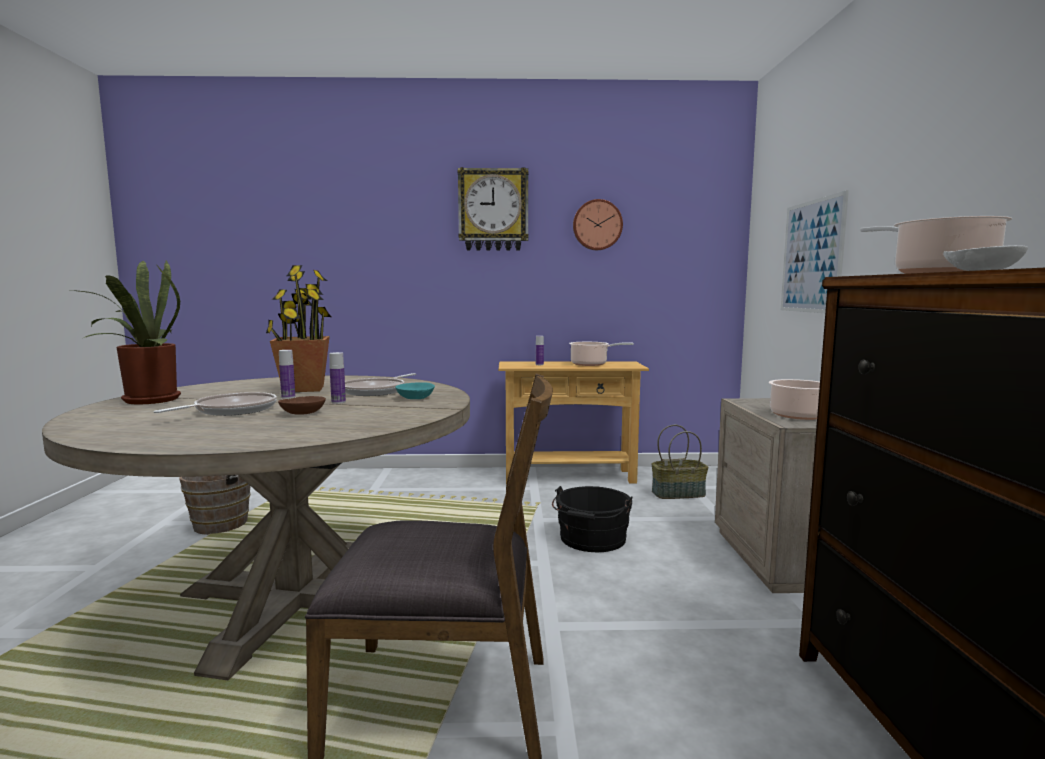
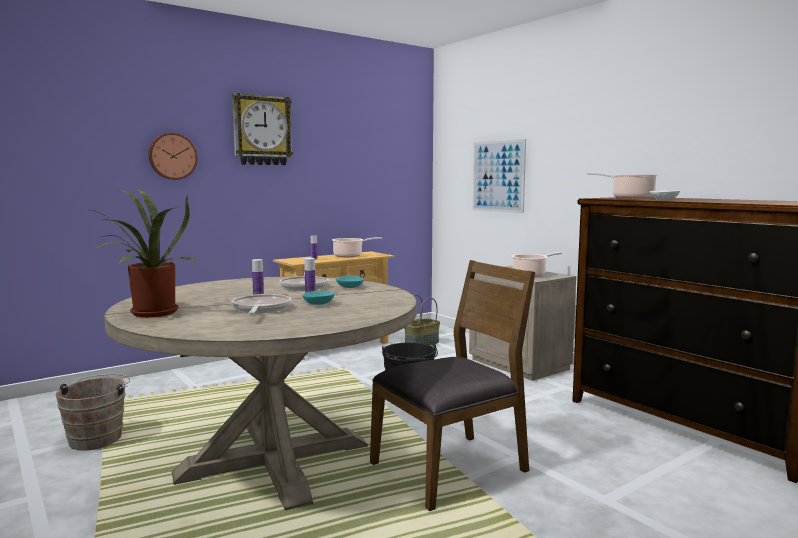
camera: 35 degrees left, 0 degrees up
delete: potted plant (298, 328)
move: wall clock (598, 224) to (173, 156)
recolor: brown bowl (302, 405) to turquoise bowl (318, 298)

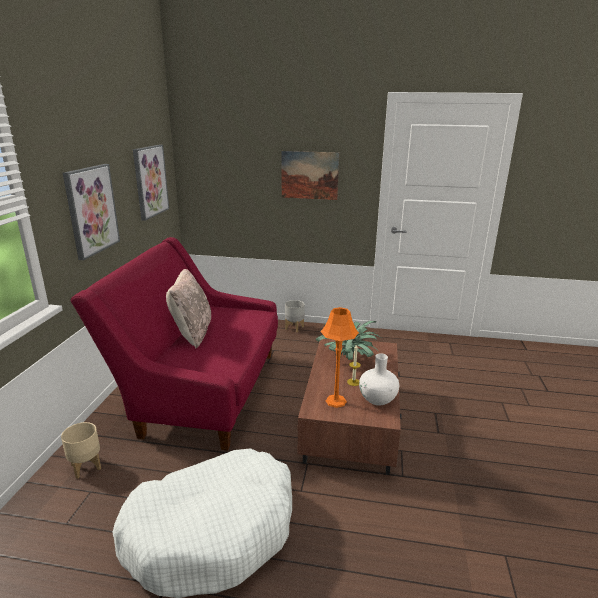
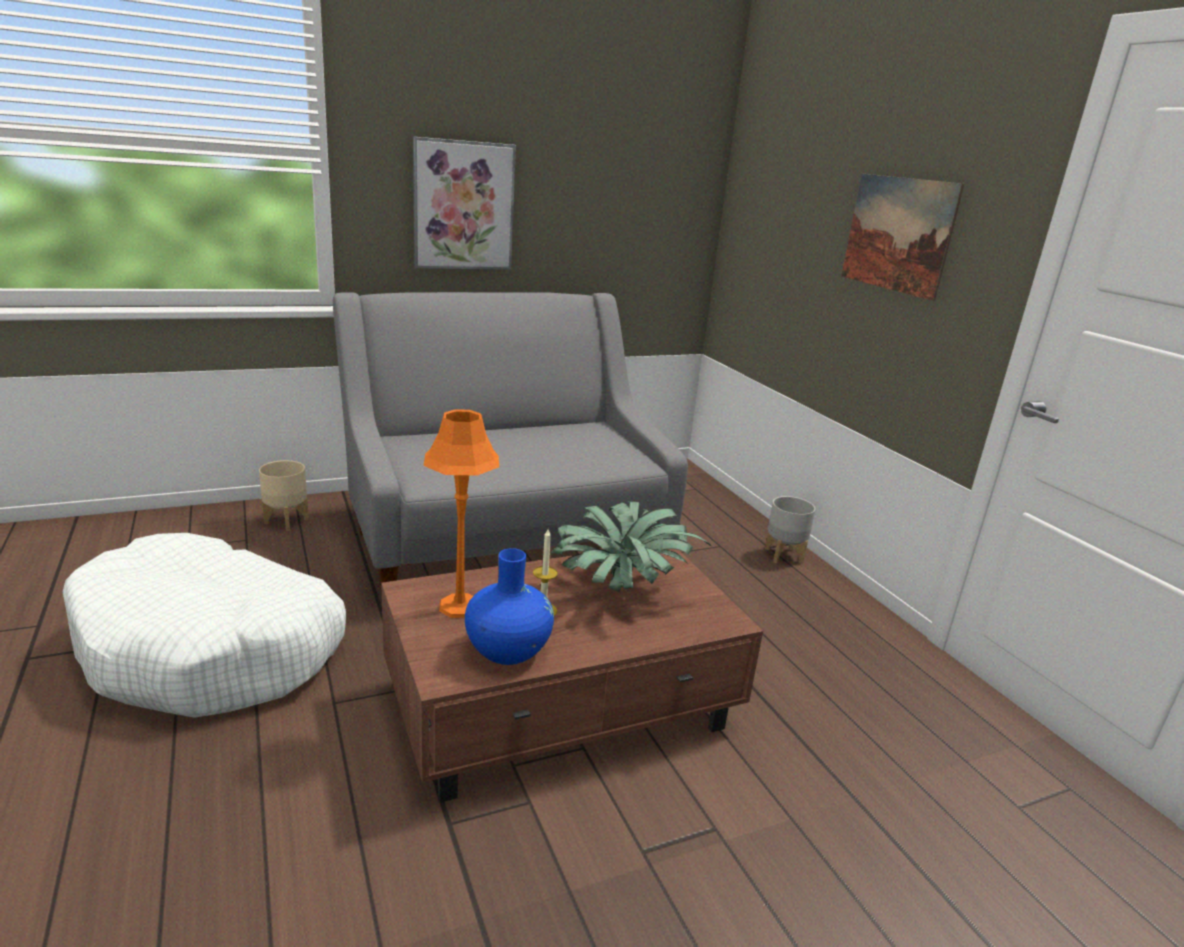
camera: 55 degrees right, 0 degrees up
delete: picture (151, 183); beige pillow (188, 309)
recolor: red sofa (174, 344) to grey sofa (510, 444); white vase (379, 379) to blue vase (509, 606)

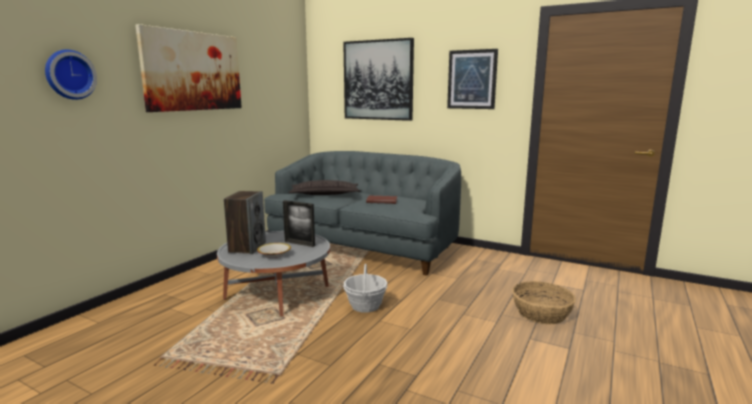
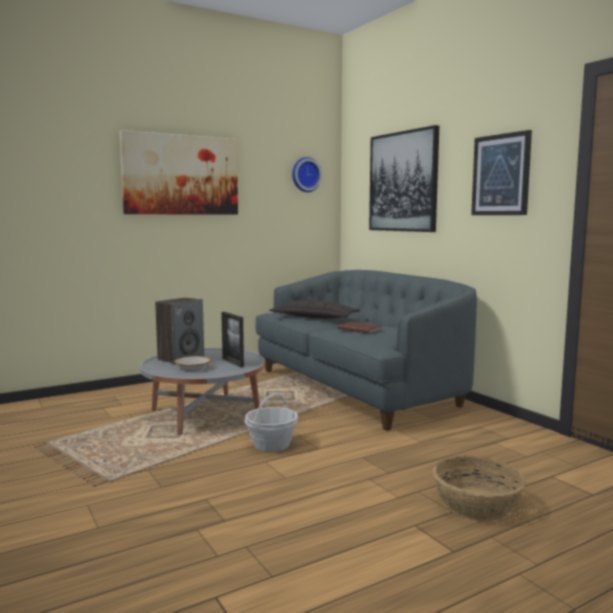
camera: 30 degrees right, 5 degrees down
move: wall clock (71, 74) to (307, 174)

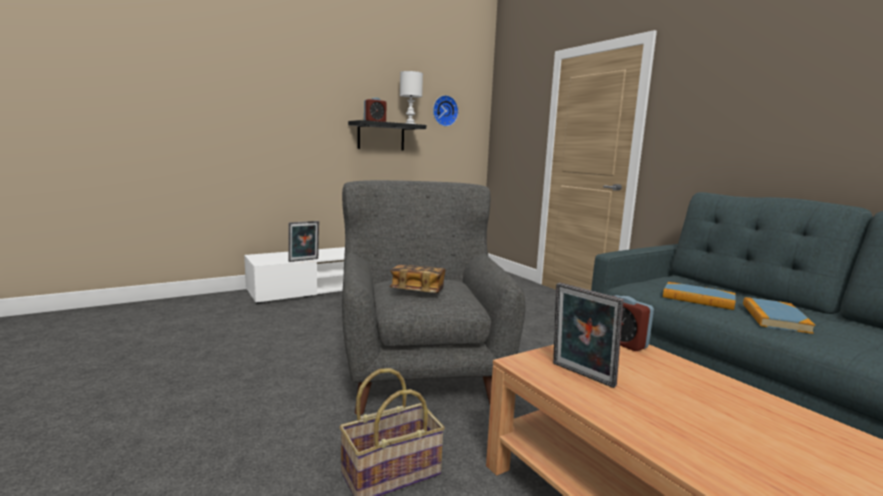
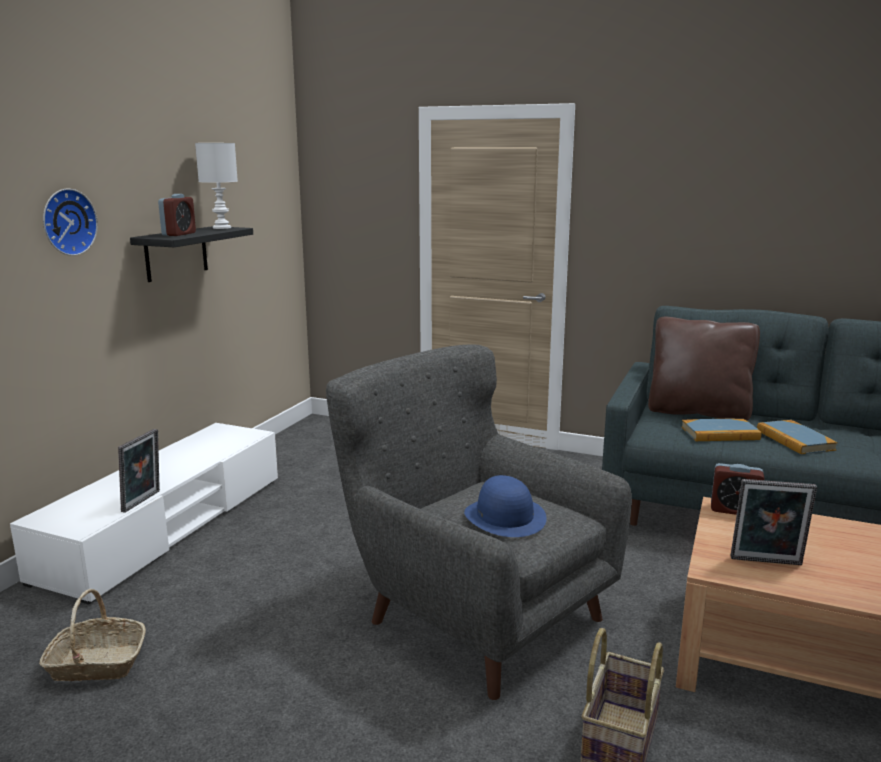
camera: 35 degrees left, 5 degrees up
insert: brown pillow (704, 369); basket (92, 635)
move: wall clock (446, 110) to (70, 222)
replace: book (417, 279) to blue hat (505, 506)

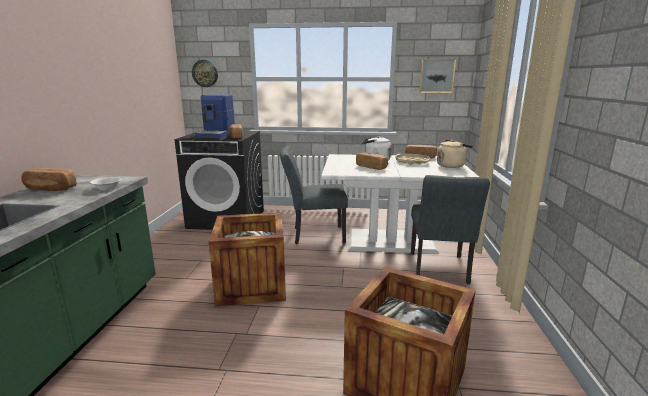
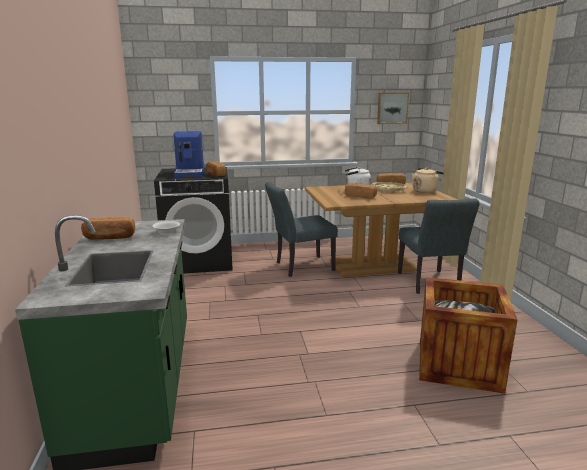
camera: 15 degrees left, 0 degrees up
delete: wall clock (205, 73); crate (247, 259)
recolor: white dining table (400, 204) to brown dining table (381, 230)

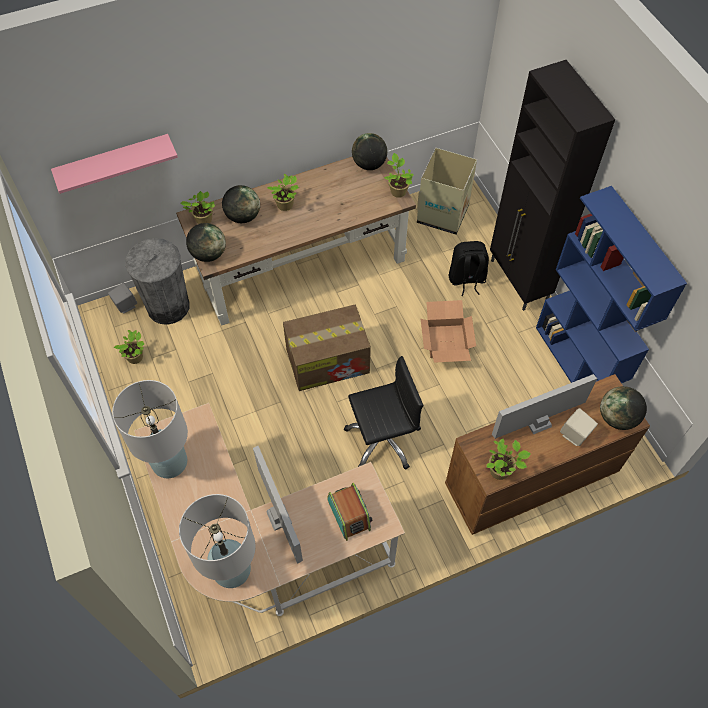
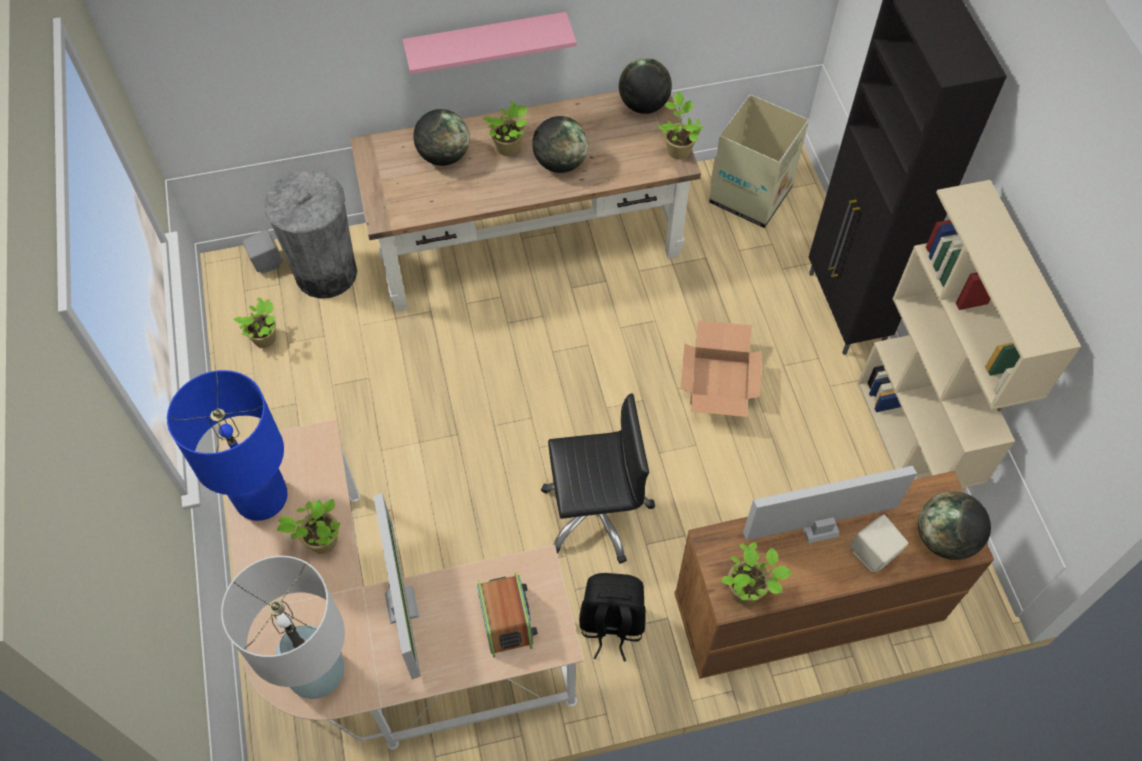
camera: 10 degrees right, 0 degrees up
delete: cardboard box (327, 348)
move: pink shelf (114, 164) to (490, 43); potted plant (198, 207) to (308, 526); globe (206, 242) to (560, 144); black backpack (469, 268) to (612, 617)
recolor: blue bookcase (611, 284) to beige bookcase (969, 334); white table lamp (150, 429) to blue table lamp (227, 445)

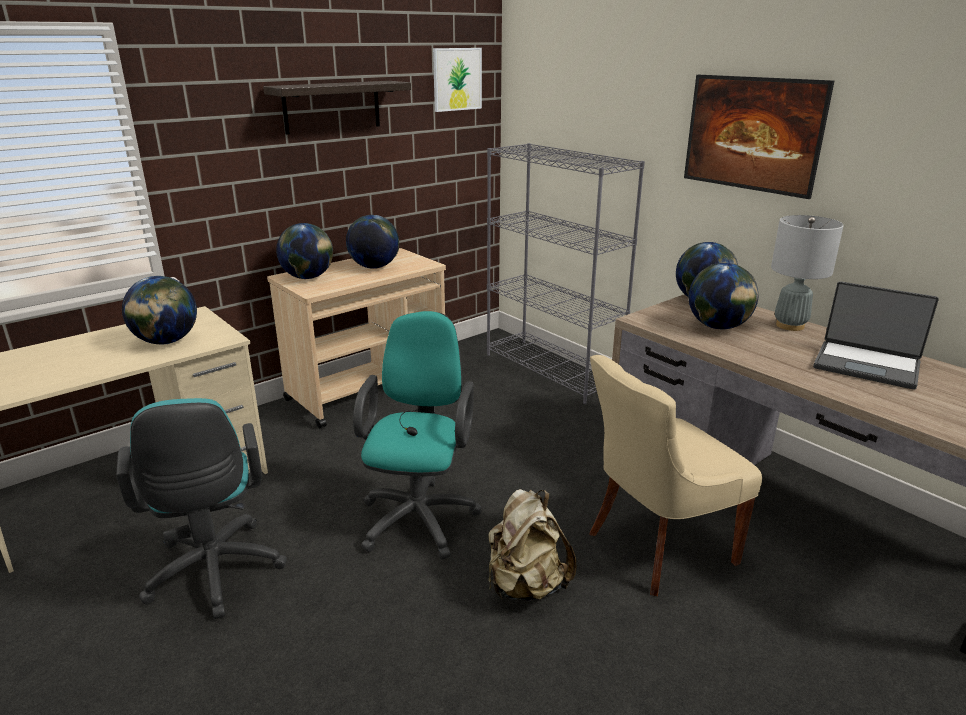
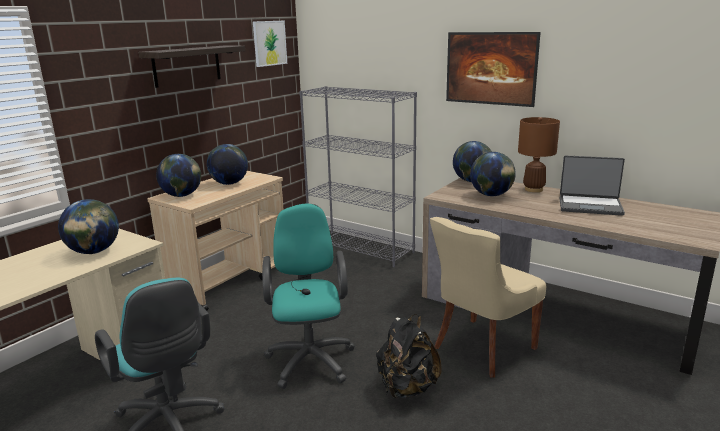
camera: 15 degrees left, 5 degrees down
recolor: grey table lamp (807, 273) to brown table lamp (539, 154); beige backpack (532, 545) to black backpack (408, 356)

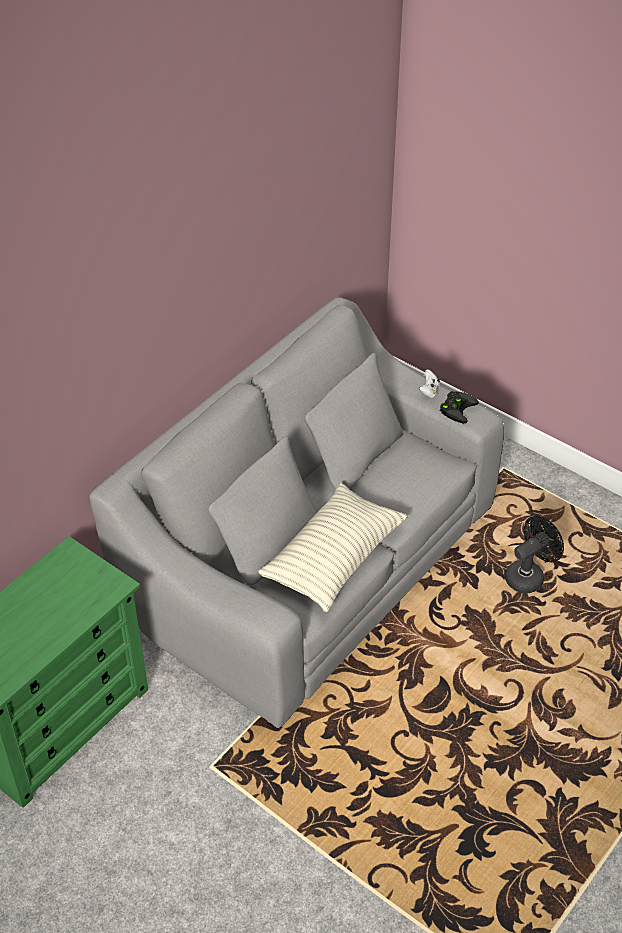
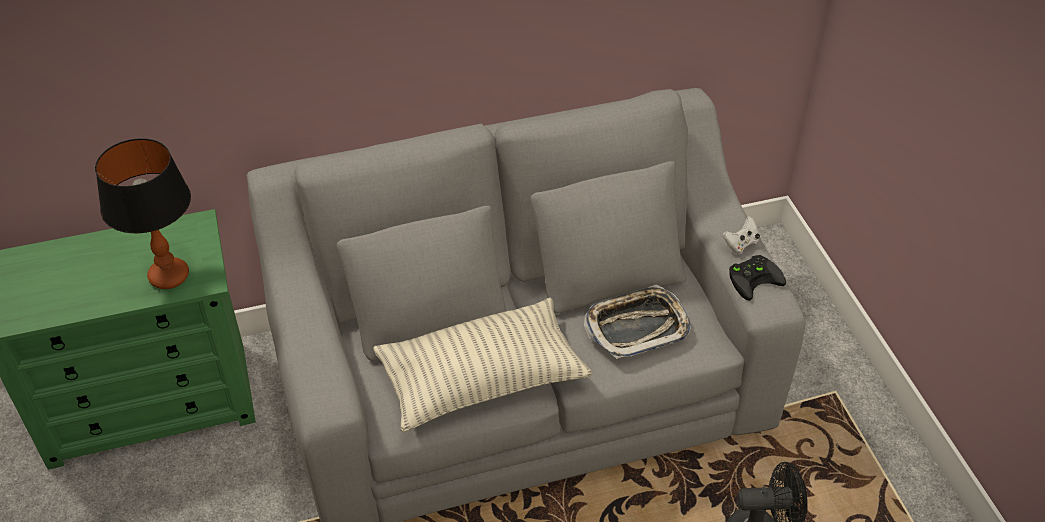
camera: 35 degrees right, 0 degrees up
insert: table lamp (143, 213); tray (638, 321)

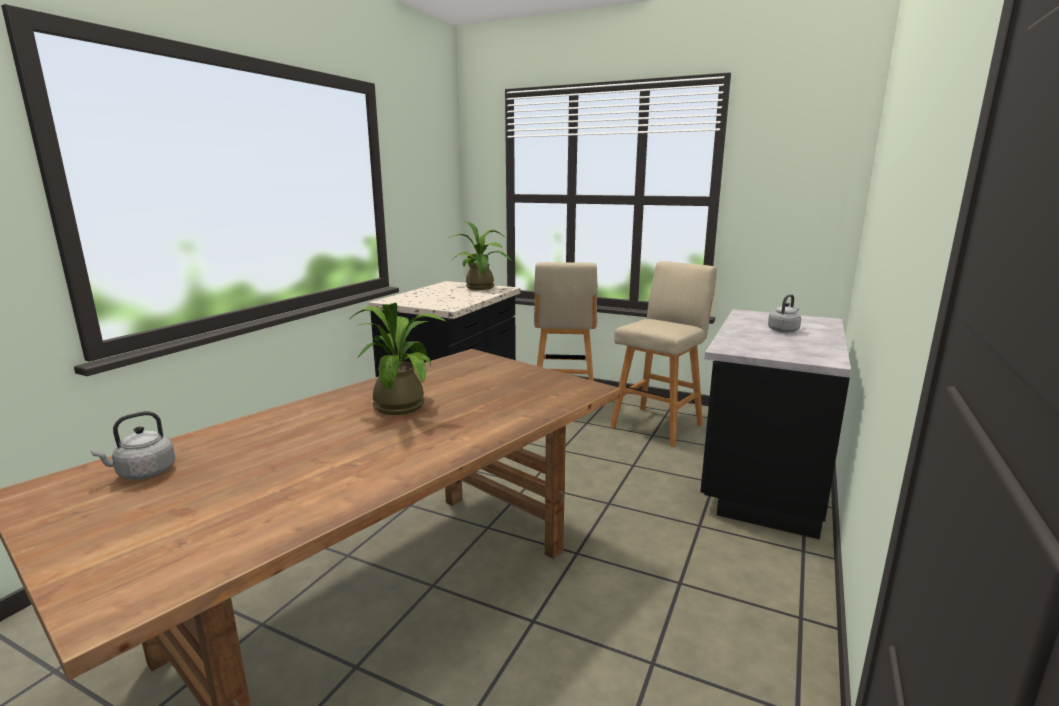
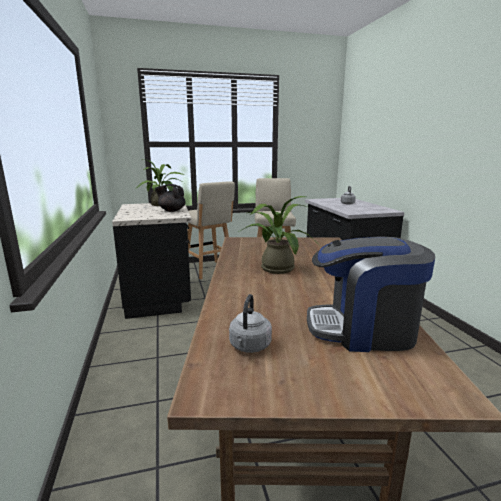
camera: 40 degrees left, 0 degrees up
insert: black teapot (170, 198); coffee machine (371, 294)

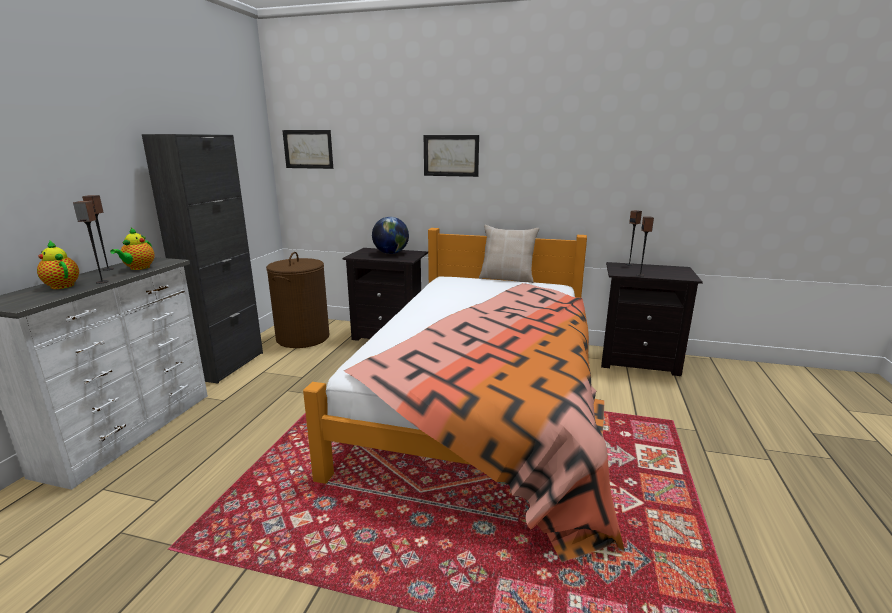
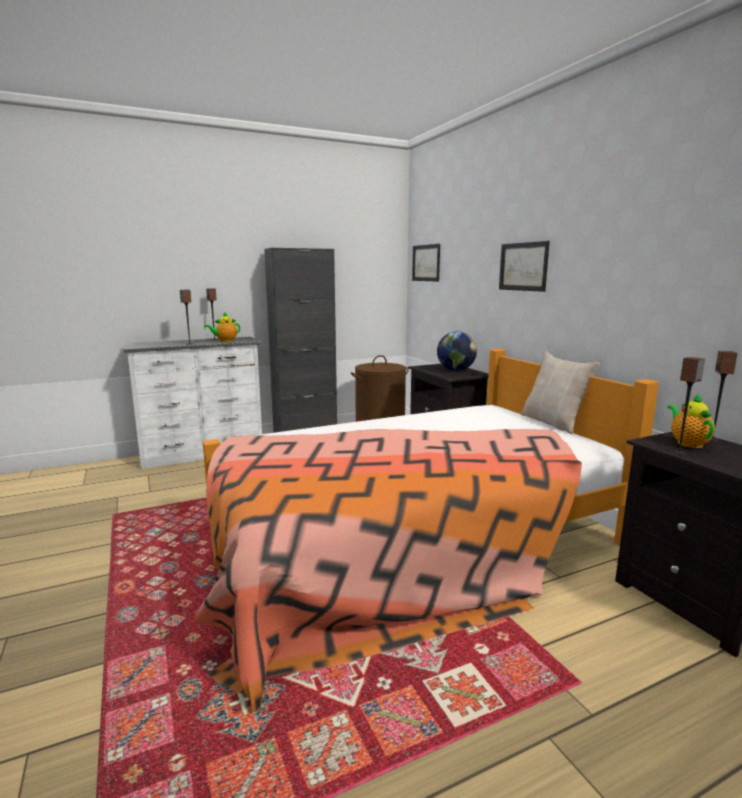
camera: 50 degrees right, 5 degrees down
move: teapot (58, 265) to (691, 421)

